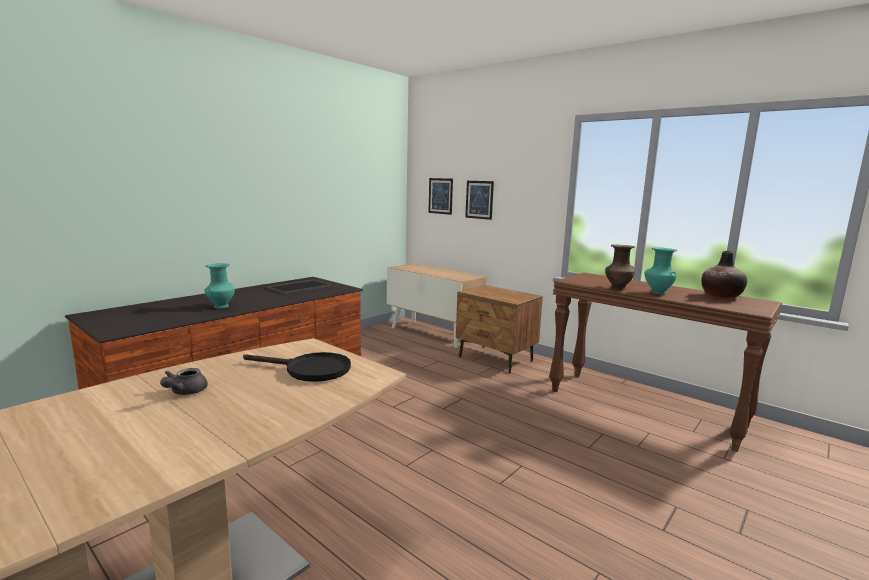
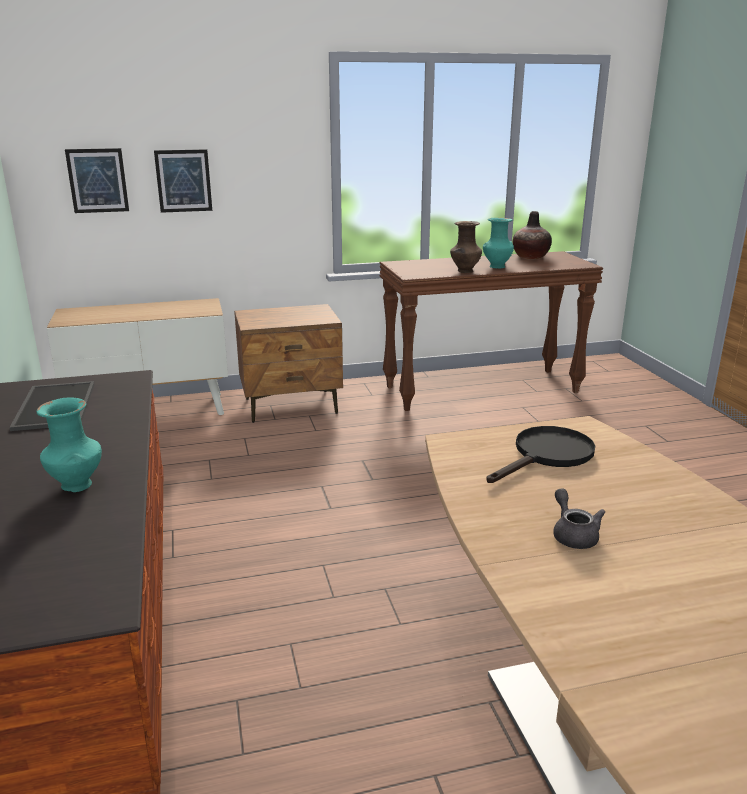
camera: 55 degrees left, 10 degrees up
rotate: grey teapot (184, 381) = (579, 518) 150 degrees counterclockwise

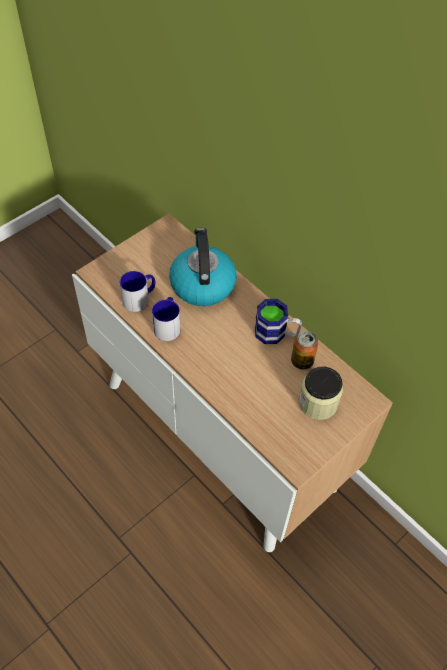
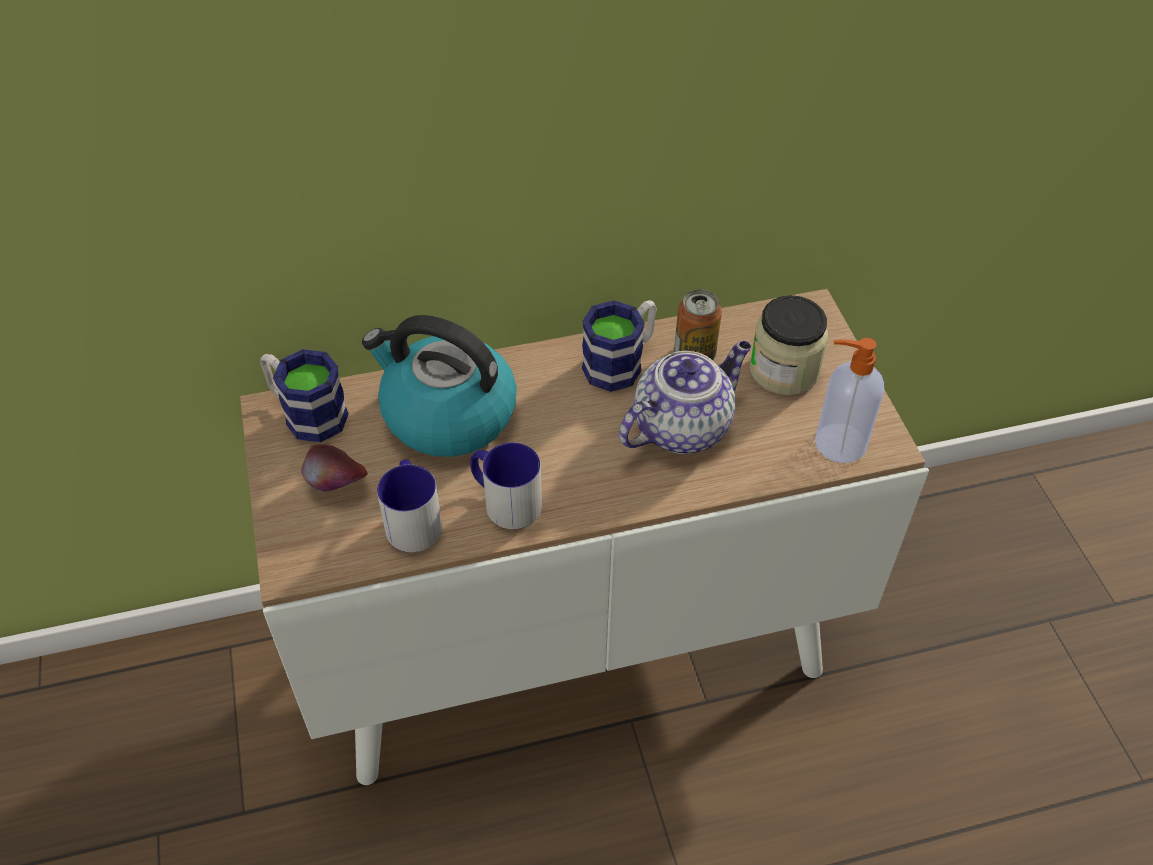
camera: 60 degrees left, 5 degrees down
insert: soap dispenser (849, 400); teapot (685, 397); mug (304, 395); apple (334, 468)

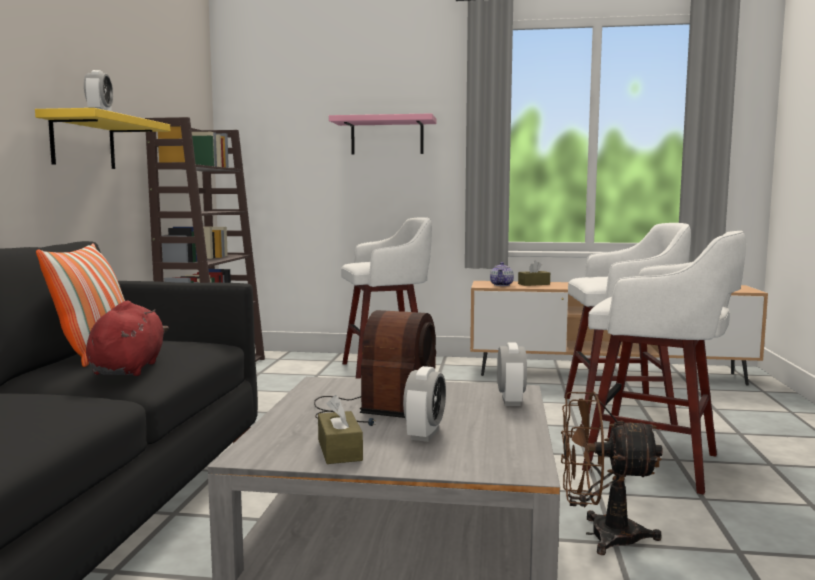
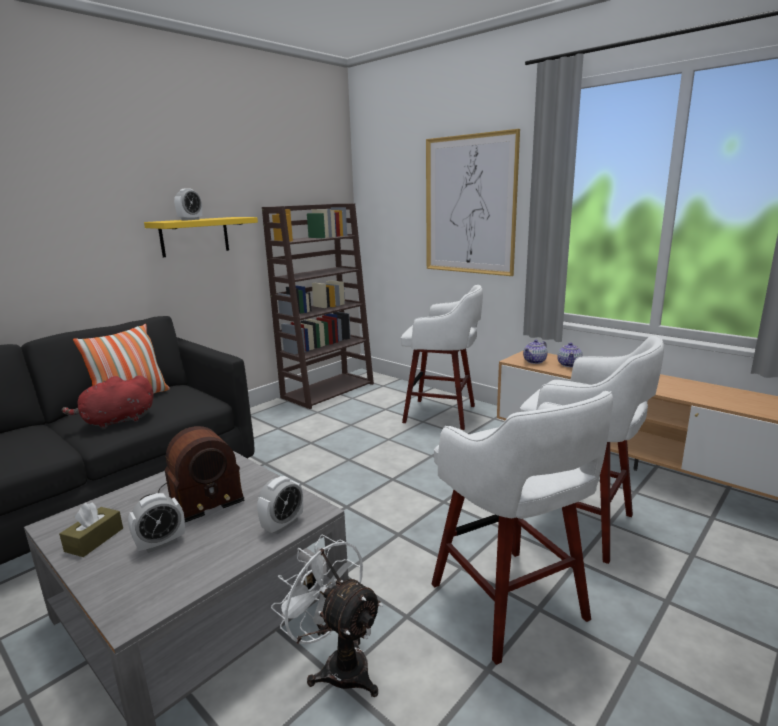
camera: 35 degrees right, 10 degrees up
replace: pink shelf (382, 134) to picture (473, 202); brown tissue box (534, 273) to teapot (570, 355)
recolor: brown fan (612, 473) to white fan (327, 615)
rotate: red plush toy (127, 338) = (107, 402) 150 degrees counterclockwise

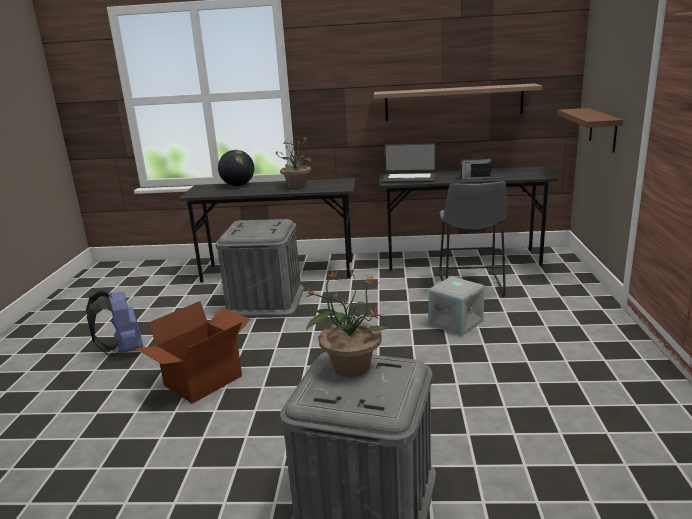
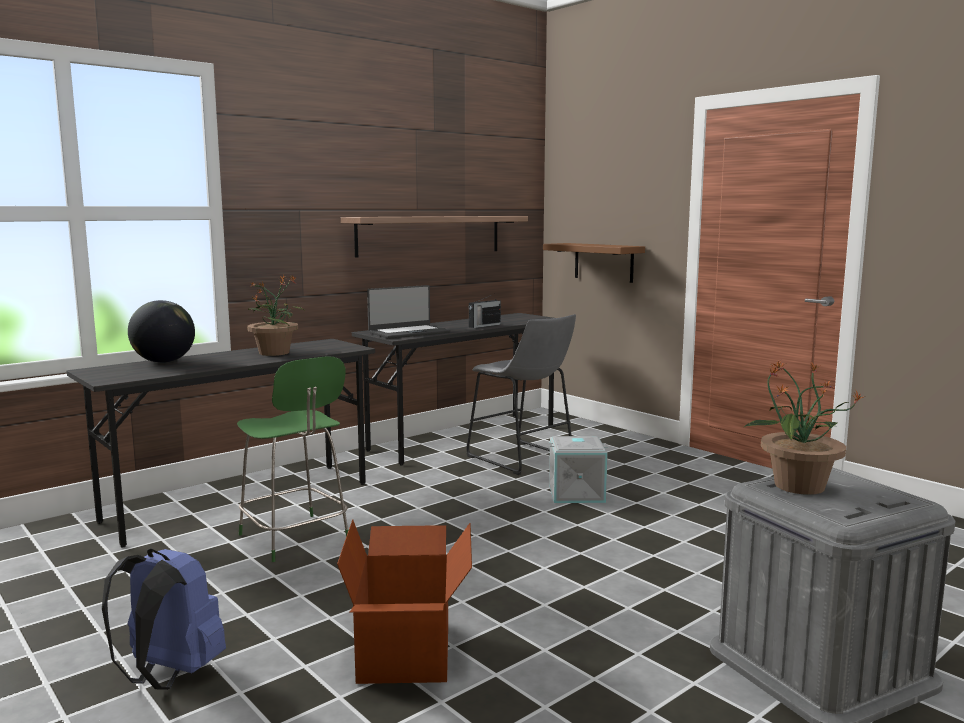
camera: 45 degrees left, 10 degrees down
replace: grey storage box (260, 268) to green chair (293, 459)

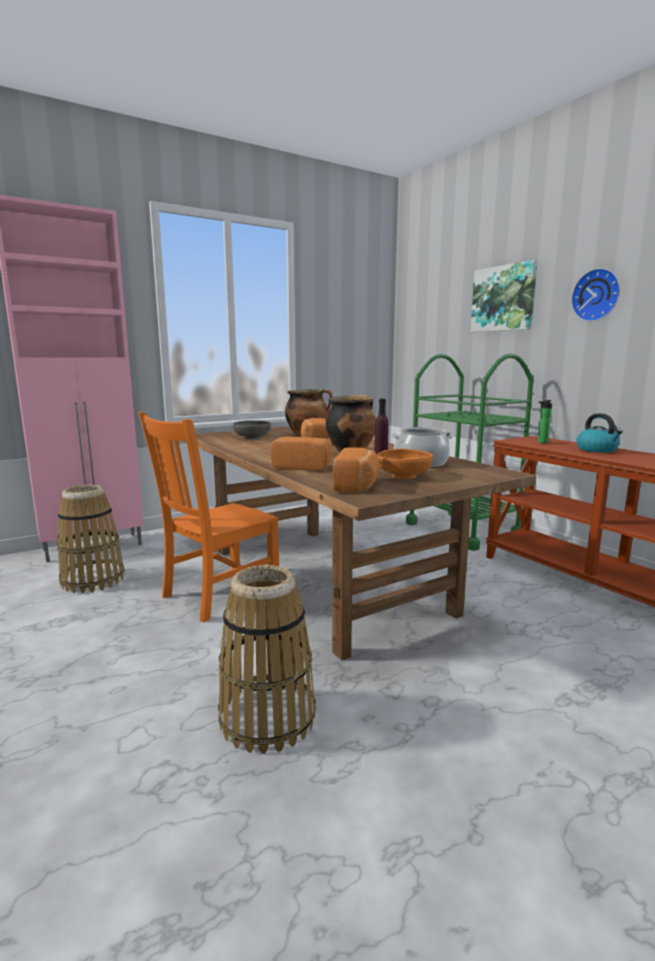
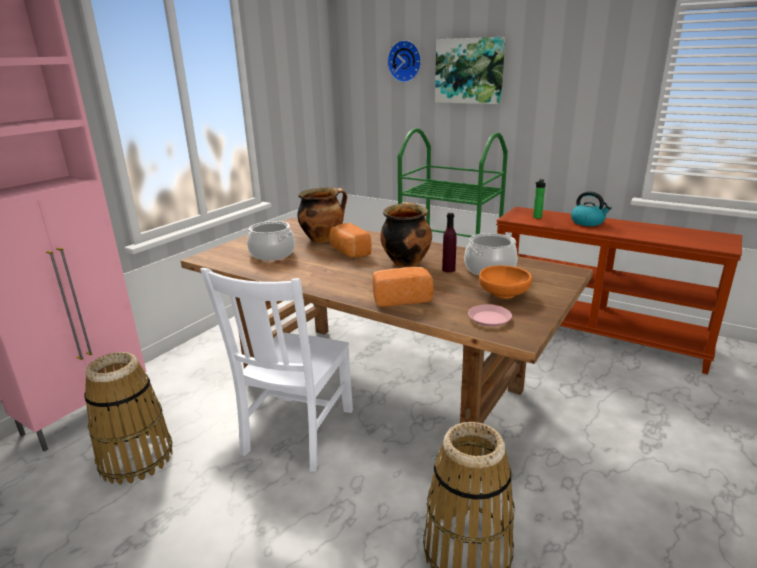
camera: 25 degrees left, 10 degrees up
move: wall clock (595, 295) to (404, 61)
replace: grey bowl (252, 429) to cooking pot (271, 240); bread (356, 469) to pink plate (490, 315)
recolor: orange chair (208, 517) to white chair (276, 370)

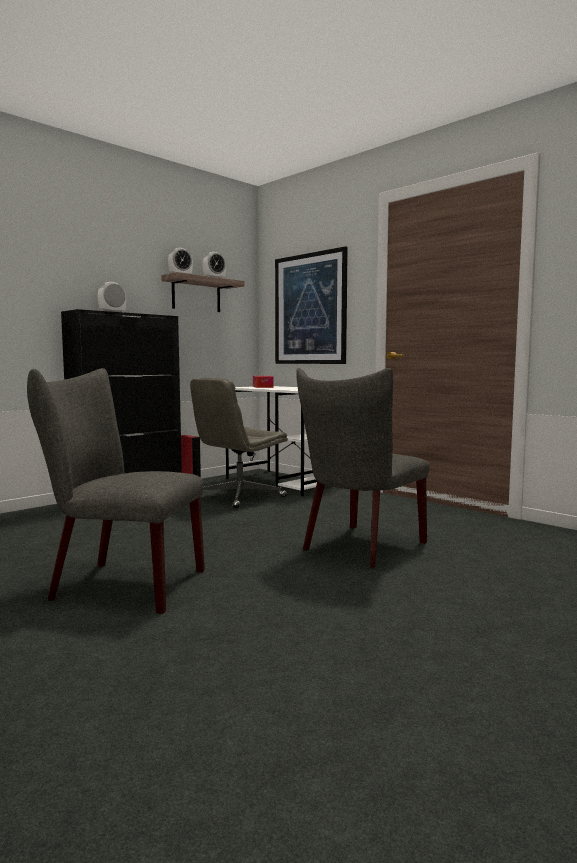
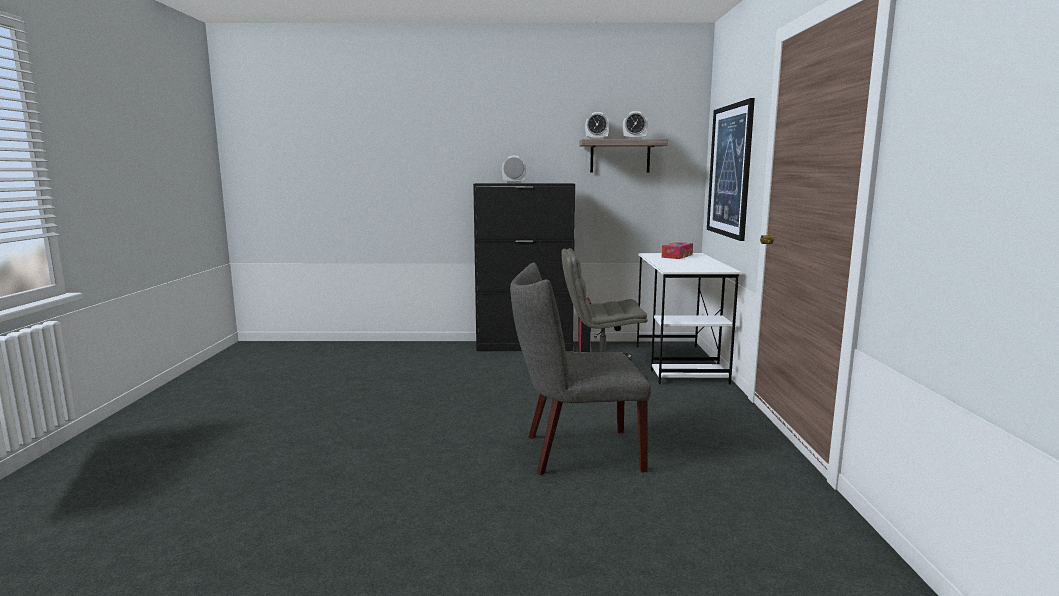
camera: 45 degrees right, 5 degrees up
delete: grey chair (116, 491)

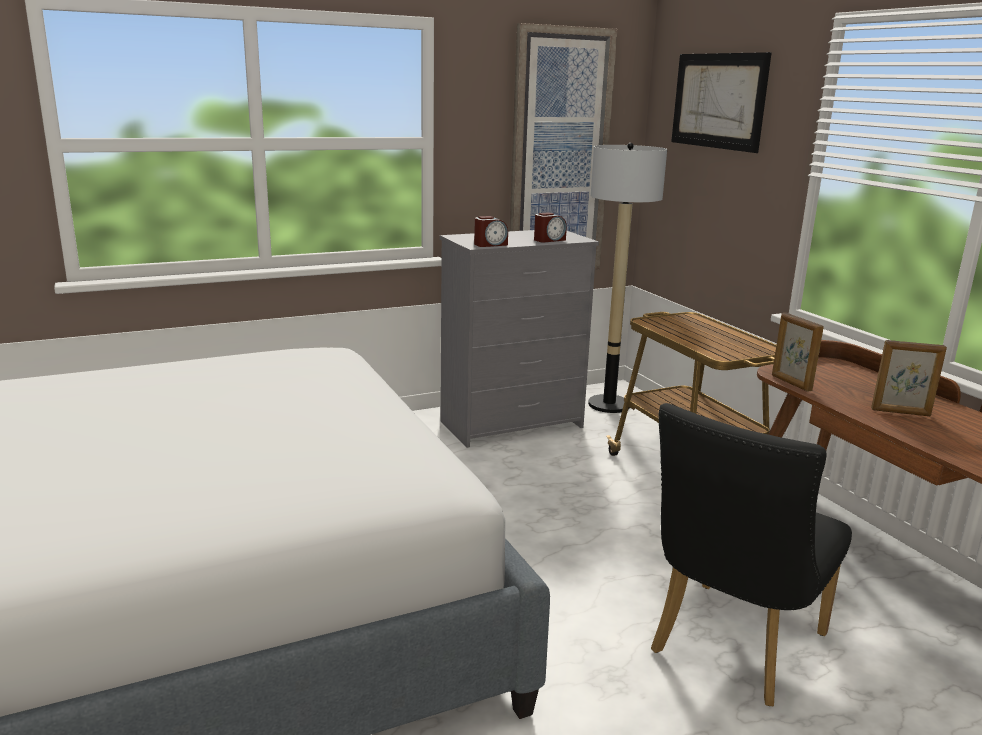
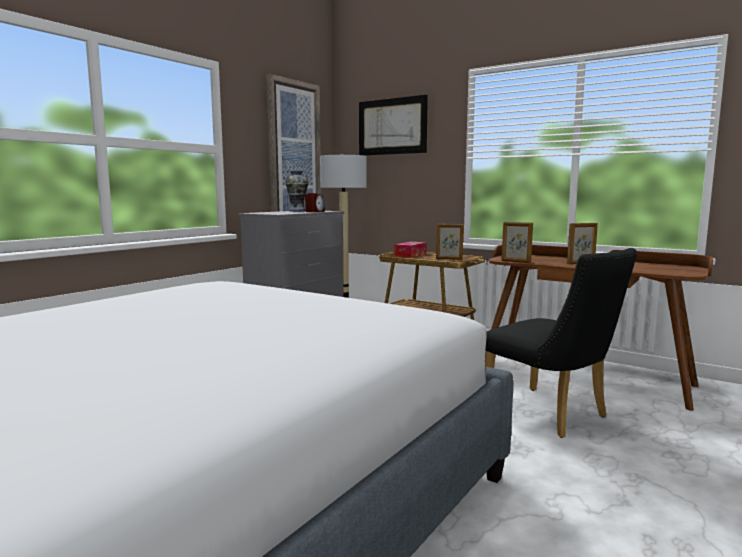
camera: 30 degrees left, 10 degrees down
delete: alarm clock (491, 231)
insert: vase (297, 191); picture frame (450, 242); tissue box (410, 250)
rotate: black chair (751, 554) = (561, 343) 45 degrees counterclockwise

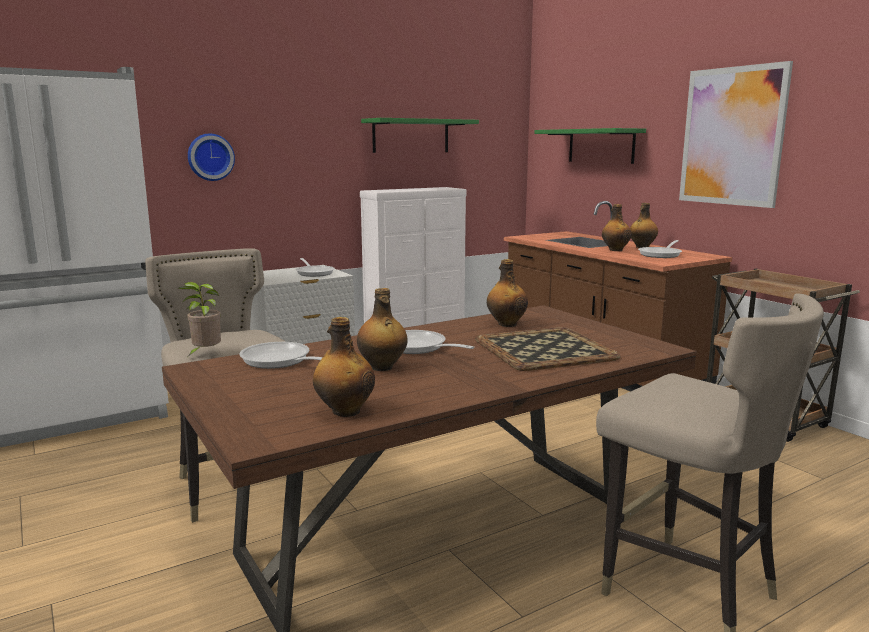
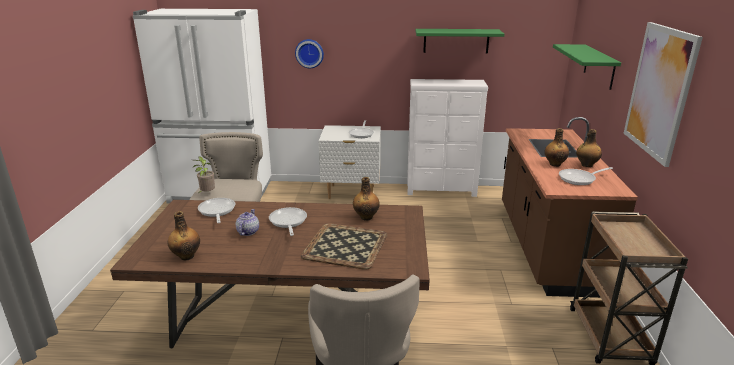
camera: 35 degrees right, 10 degrees up
replace: bottle (382, 329) to teapot (247, 222)

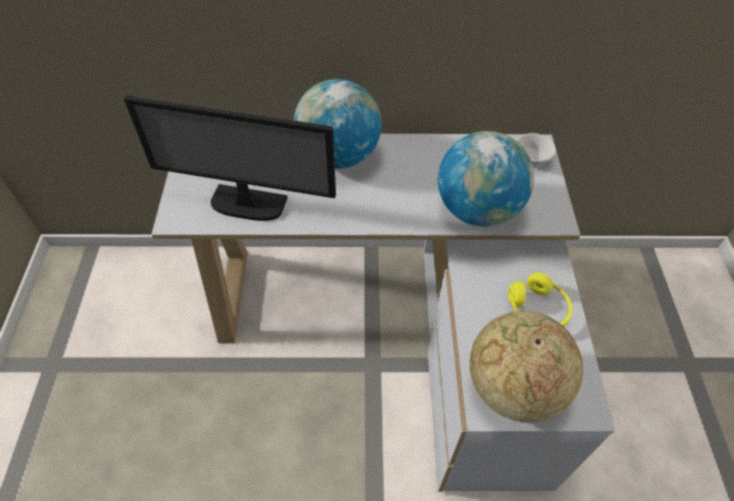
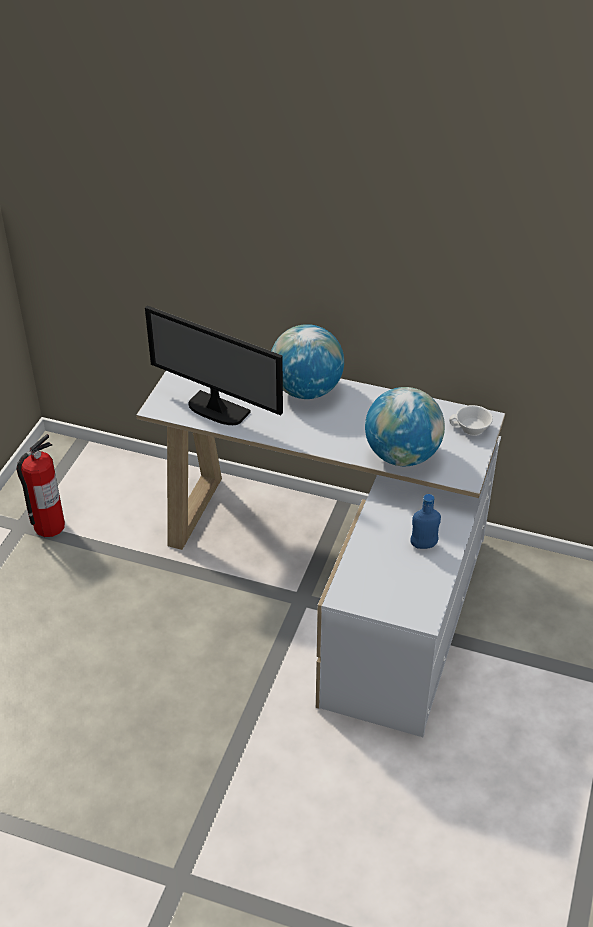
camera: 20 degrees right, 10 degrees down
delete: globe (526, 367)
insert: fire extinguisher (40, 485)
replace: yellow headphones (540, 300) to blue bottle (425, 521)

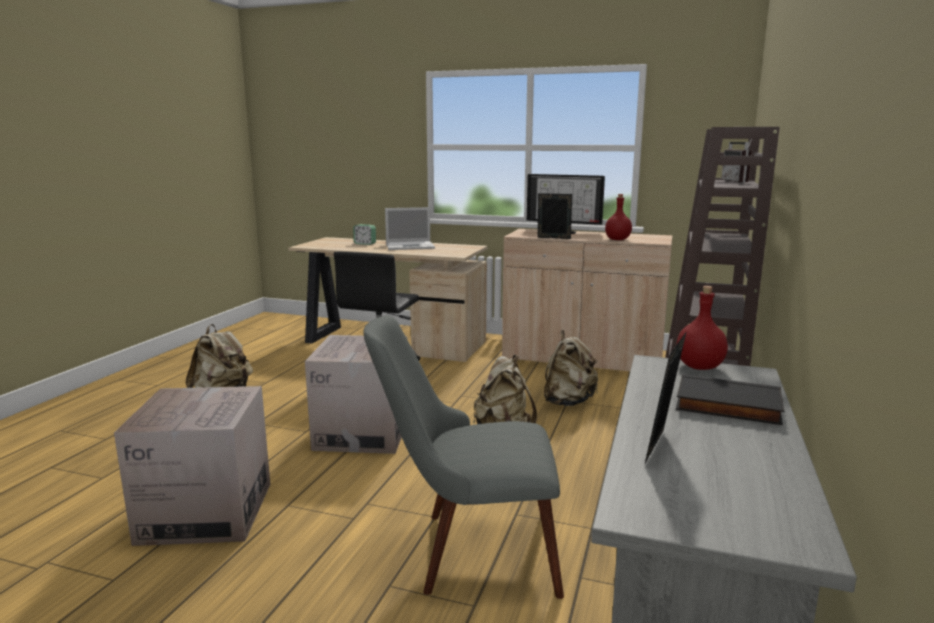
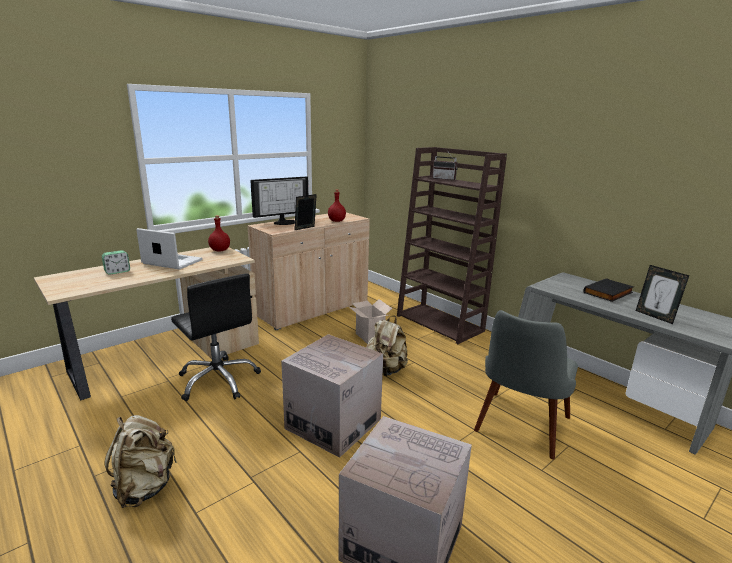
camera: 60 degrees left, 5 degrees up
move: red bottle (702, 328) to (219, 233)
replace: beige backpack (571, 368) to cardboard box (370, 321)
rotate: laptop (410, 228) = (169, 249) 90 degrees counterclockwise

